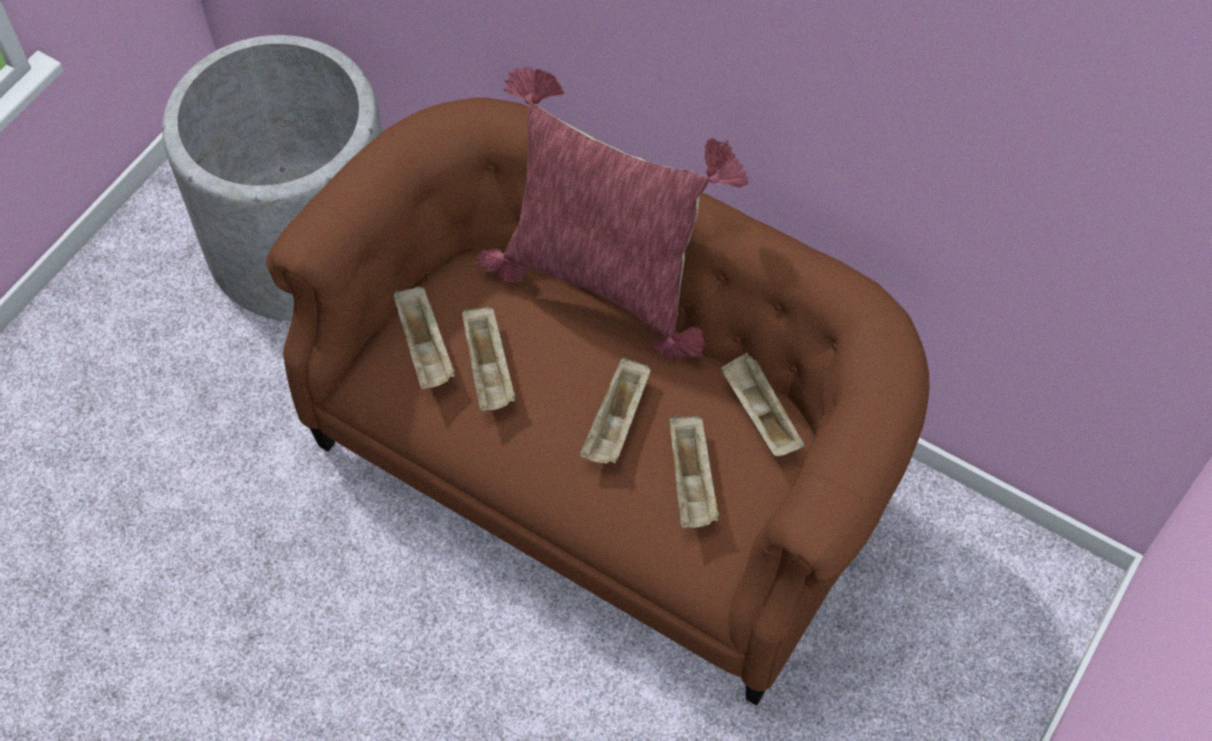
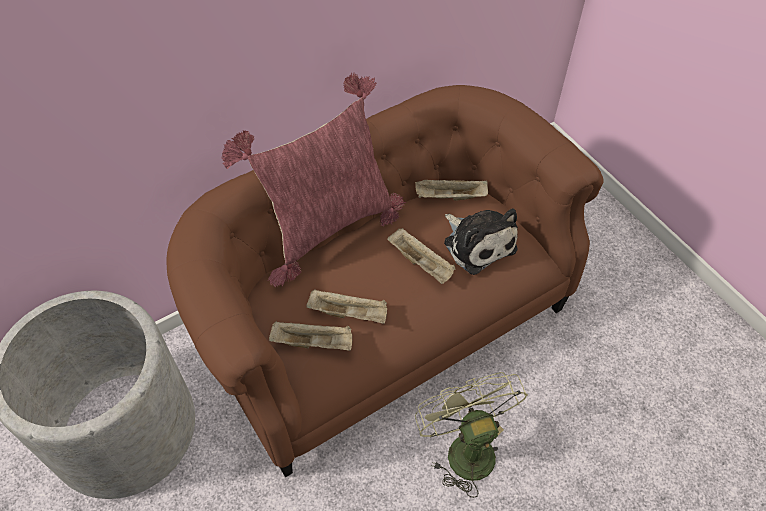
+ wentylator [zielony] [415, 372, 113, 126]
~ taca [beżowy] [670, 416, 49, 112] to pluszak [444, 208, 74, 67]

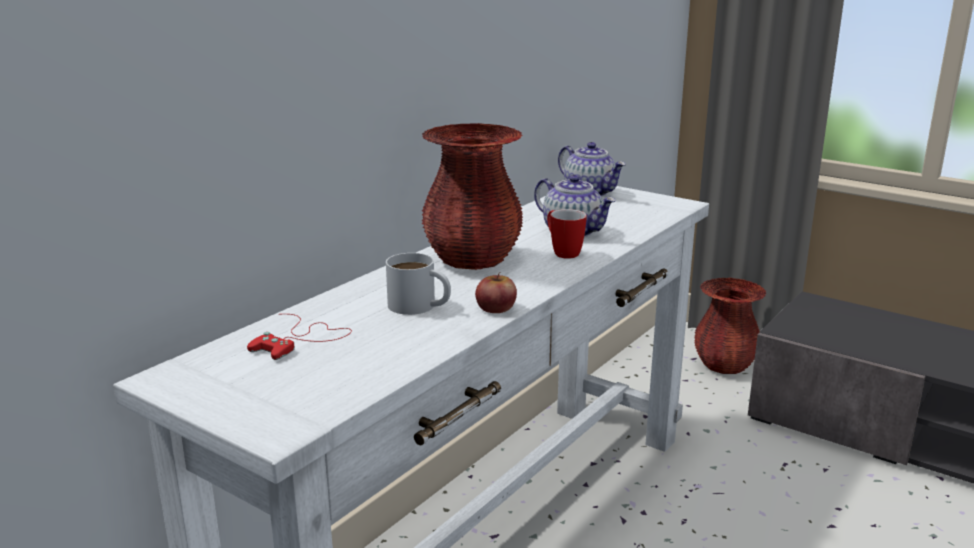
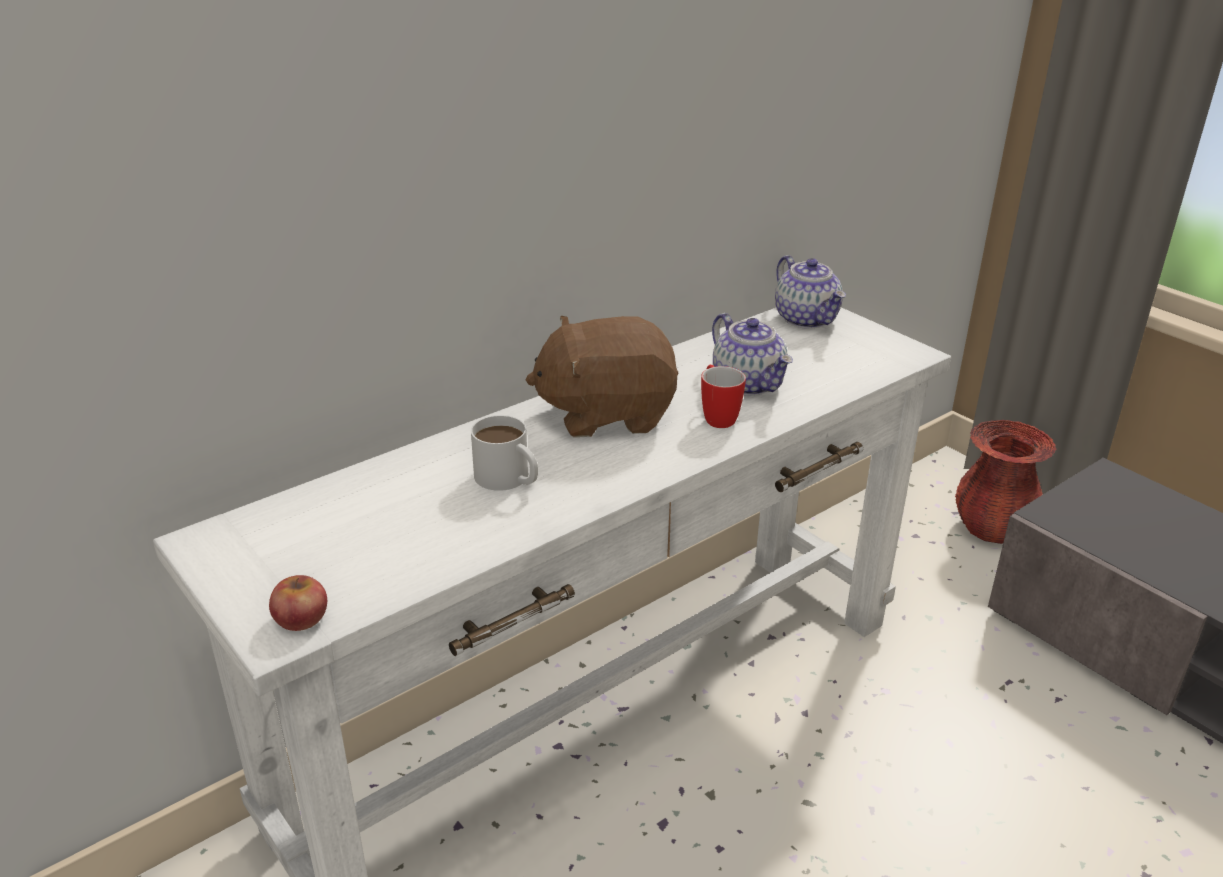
~ jabłko [475, 272, 42, 41] to [269, 575, 58, 56]
~ wazon [czerwony] [422, 123, 101, 147] to pluszak [brązowy] [526, 316, 152, 121]
- pad do gier [czerwony] [247, 314, 105, 46]

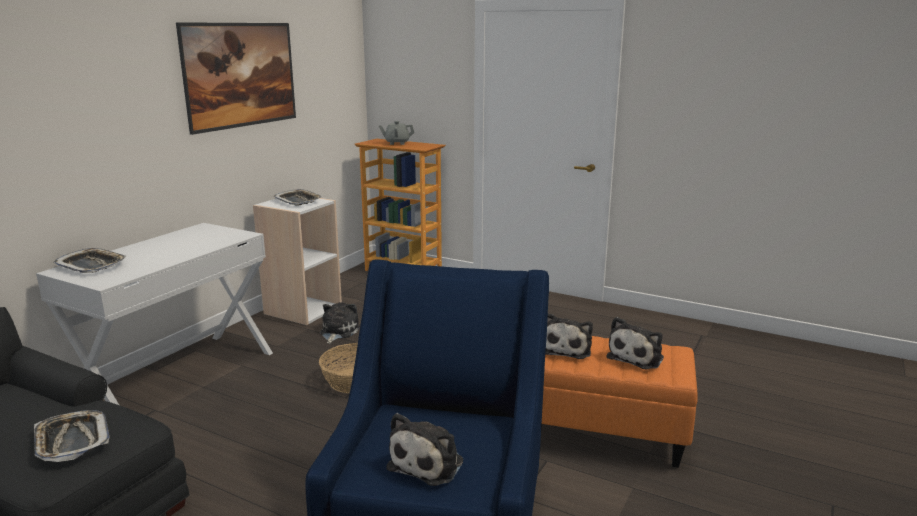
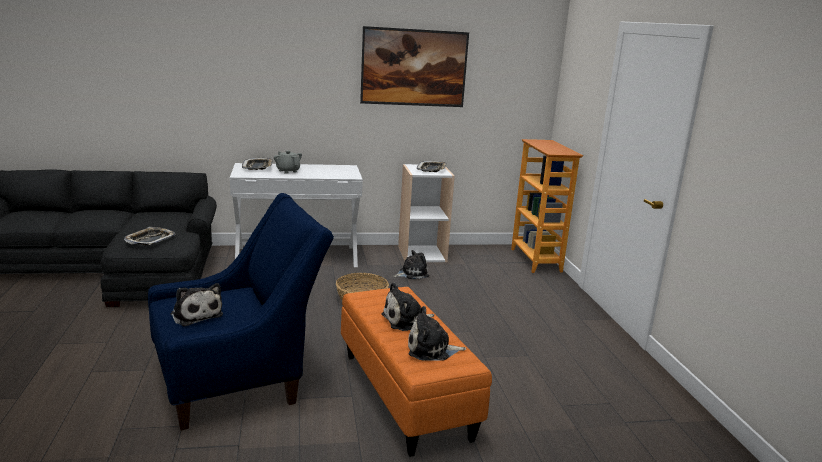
~ pluszak [386, 413, 77, 73] = [171, 283, 52, 43] 120 degrees counterclockwise
~ imbryk [szary] [379, 121, 36, 24] to [274, 150, 28, 24]

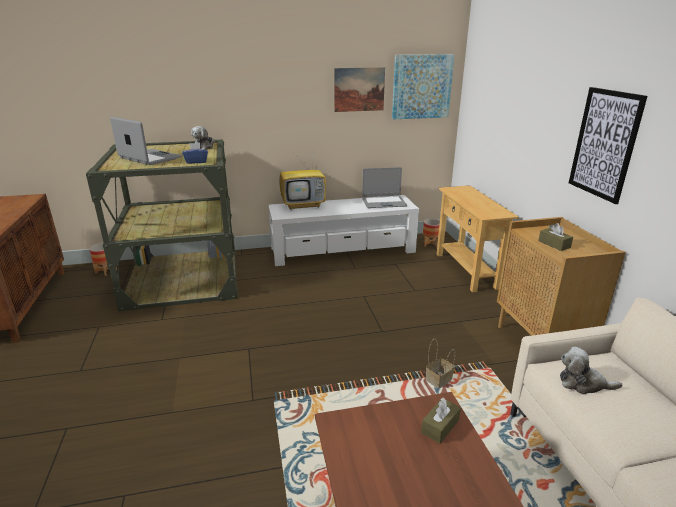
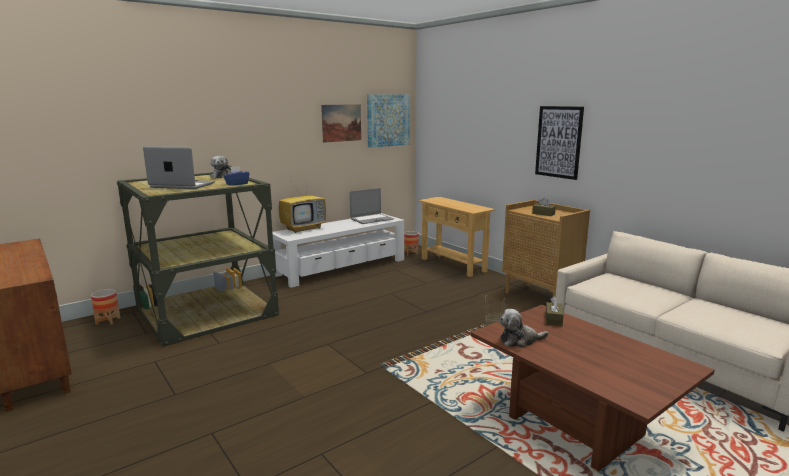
~ pluszak [560, 347, 62, 47] to [499, 309, 49, 39]

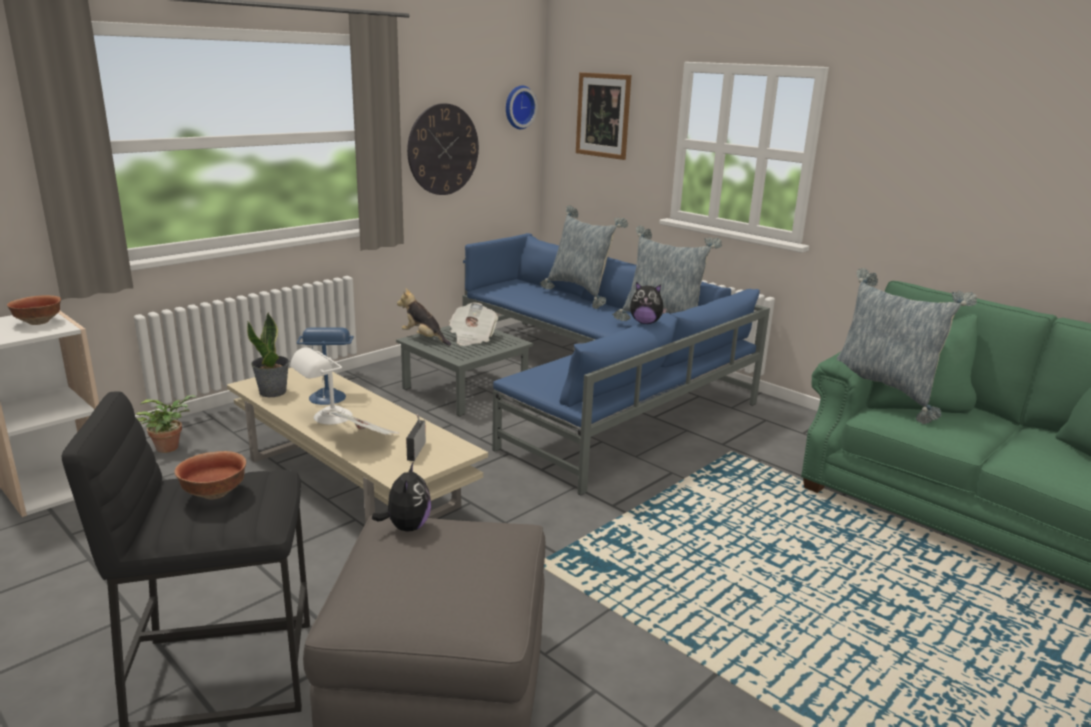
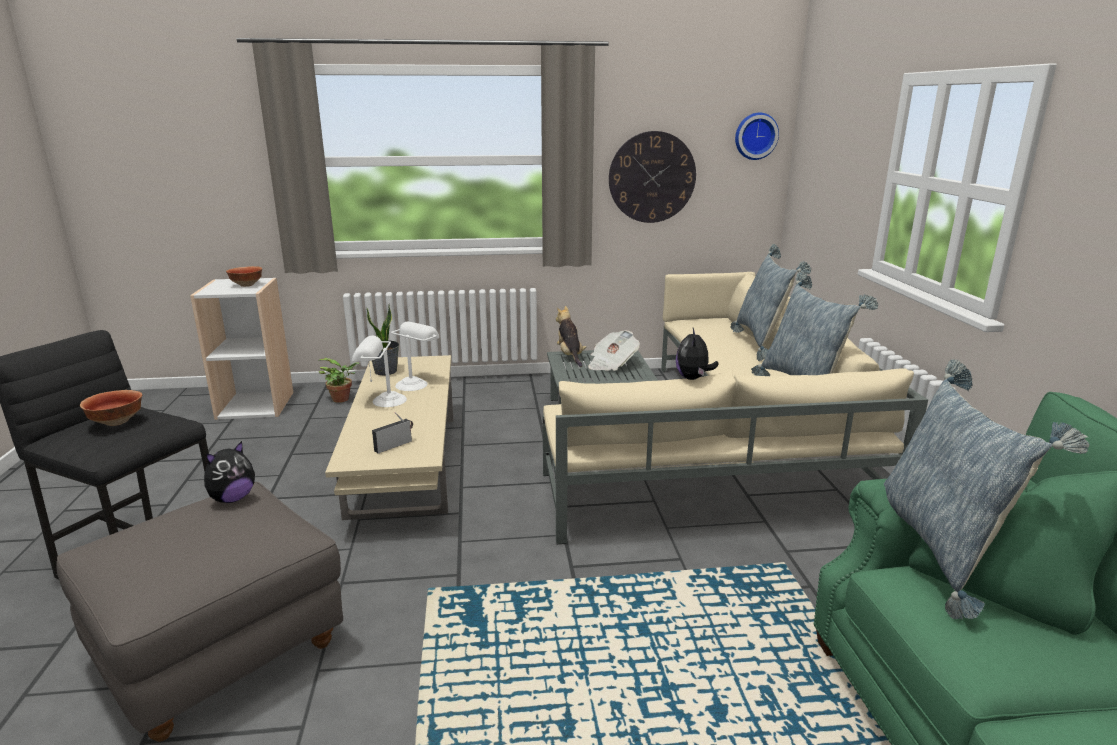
~ lampa stołowa [niebieski] [297, 327, 57, 78] to lampa stołowa [biały] [391, 322, 48, 69]
~ kanapa [niebieski] [396, 233, 374, 263] to kanapa [beżowy] [543, 272, 385, 272]
~ pluszak [630, 282, 37, 42] = [676, 328, 42, 52] 45 degrees clockwise
- gazeta [326, 410, 74, 25]
- obraz [576, 72, 55, 88]

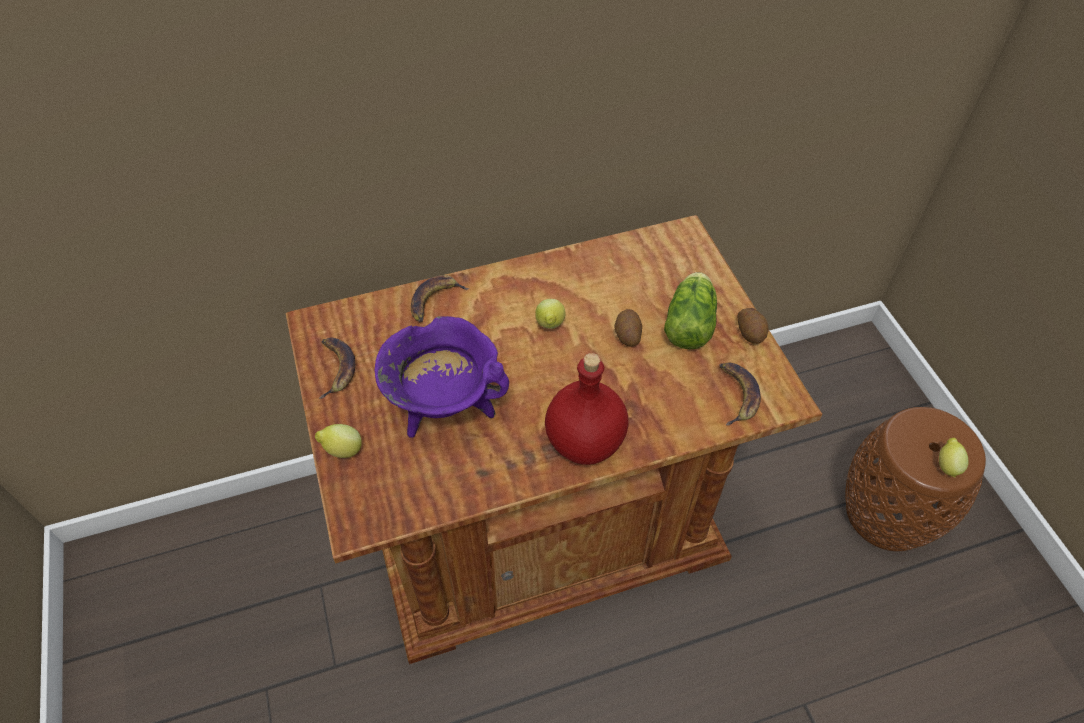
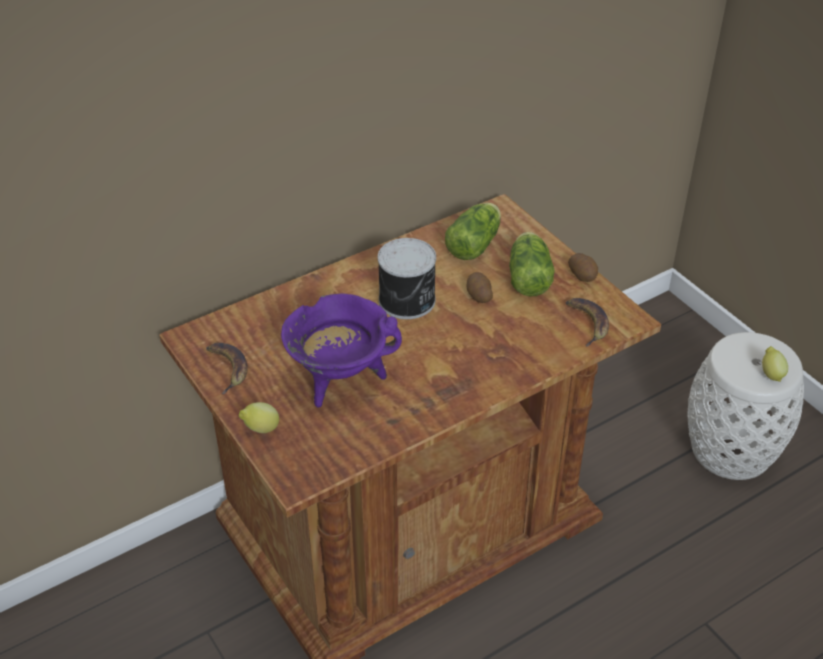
~ cytryna [535, 299, 31, 30] to puszka [378, 238, 58, 81]
+ sałata [445, 203, 56, 57]
~ stołek [brązowy] [845, 407, 141, 144] to stołek [biały] [688, 332, 116, 148]
- banan [411, 275, 58, 47]
- butelka [czerwony] [545, 353, 84, 112]

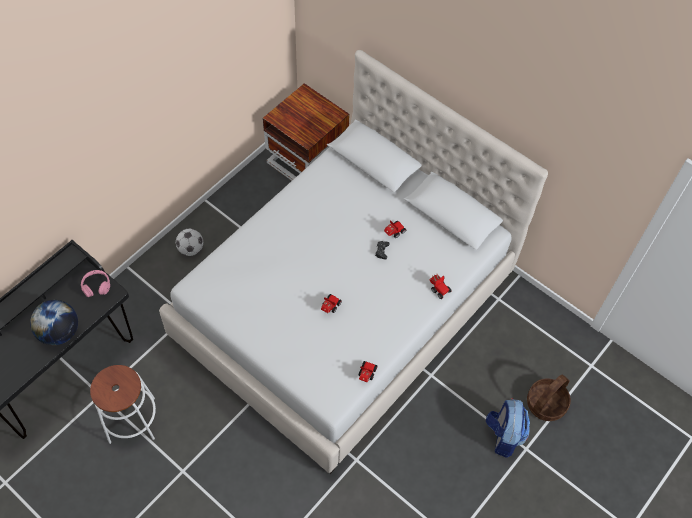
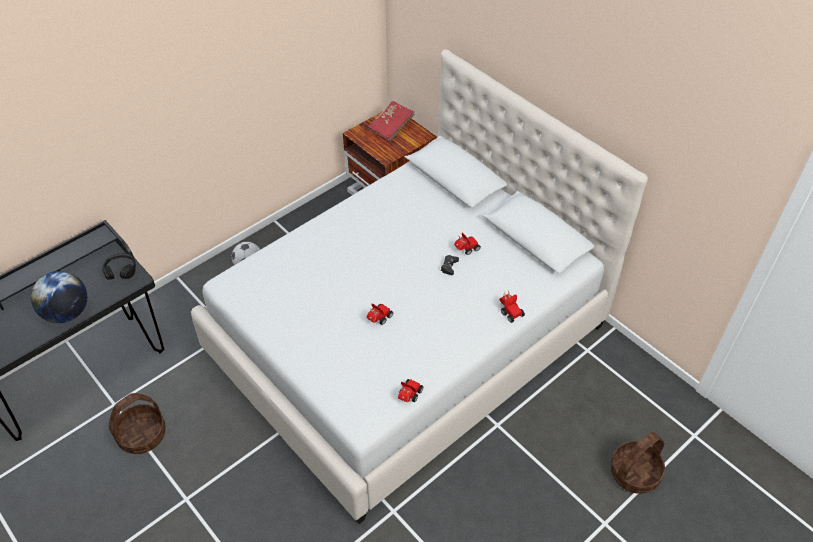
~ słuchawki [różowy] [81, 270, 29, 27] to słuchawki [czarny] [102, 253, 34, 27]
~ stołek [biały] [90, 365, 66, 79] to koszyk [109, 393, 57, 61]
+ książka [czerwony] [368, 101, 47, 40]
- plecak [486, 398, 44, 60]

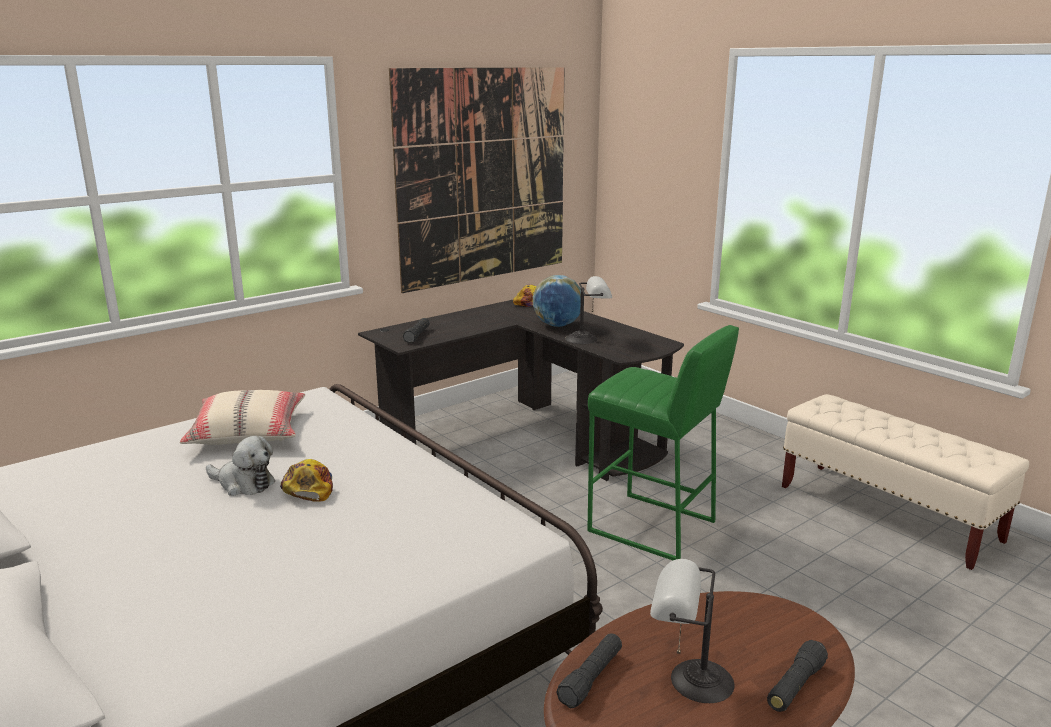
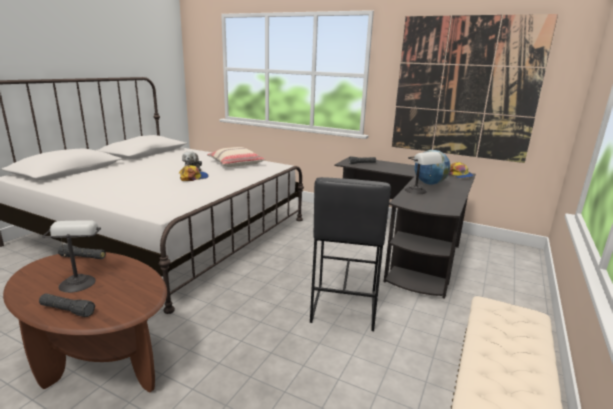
~ stołek [zielony] [587, 325, 152, 235] to stołek [szary] [310, 177, 81, 154]

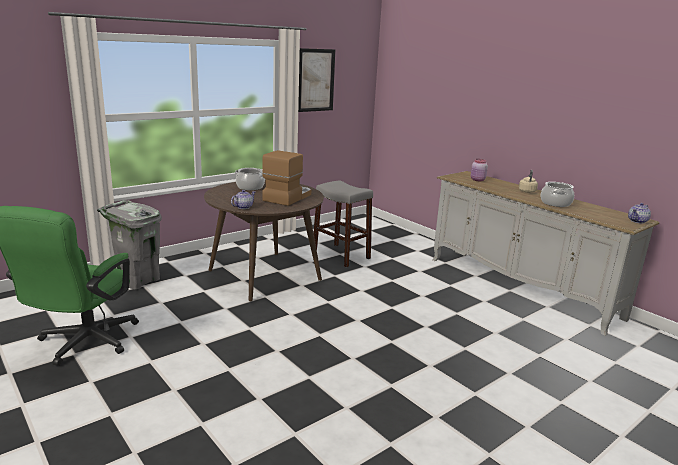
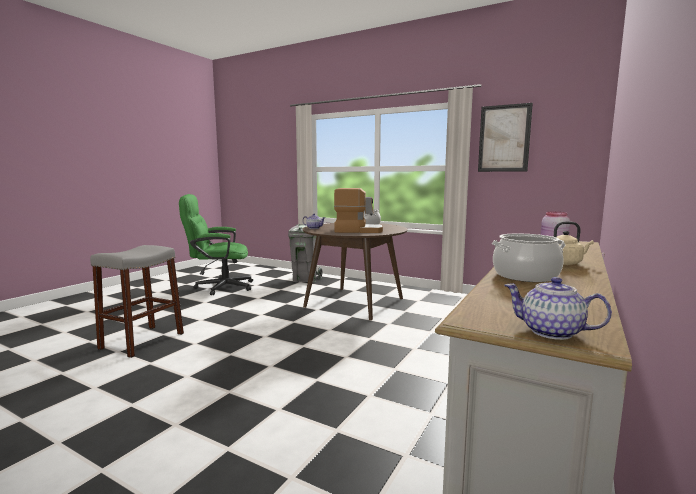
~ stołek [szary] [314, 181, 59, 87] to [90, 245, 94, 113]

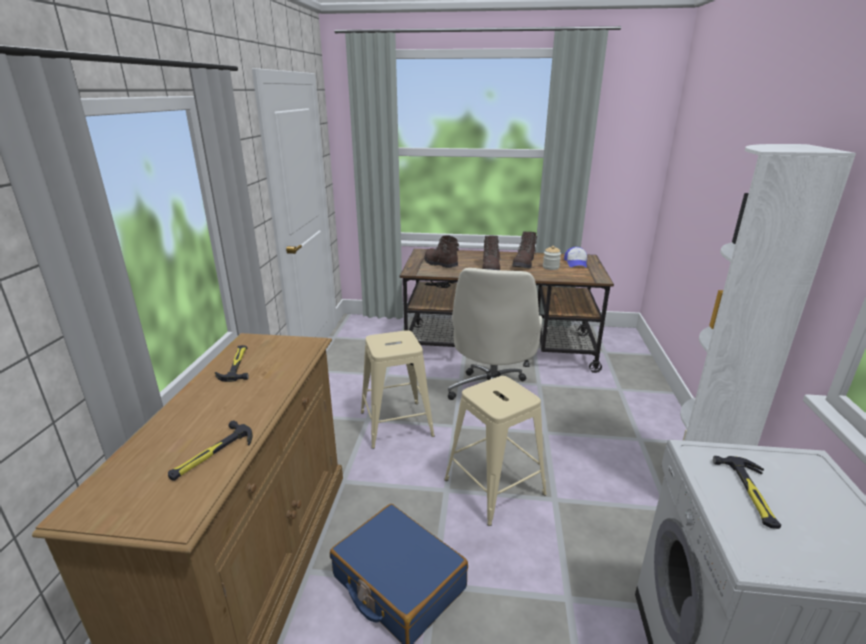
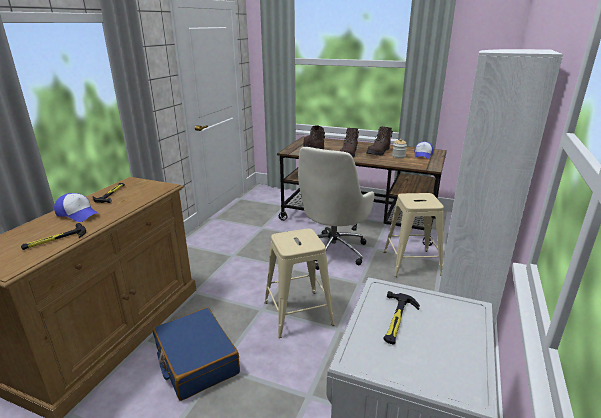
+ czapka z daszkiem [54, 193, 45, 29]
~ stołek [beżowy] [361, 330, 74, 119] to [384, 193, 60, 84]

